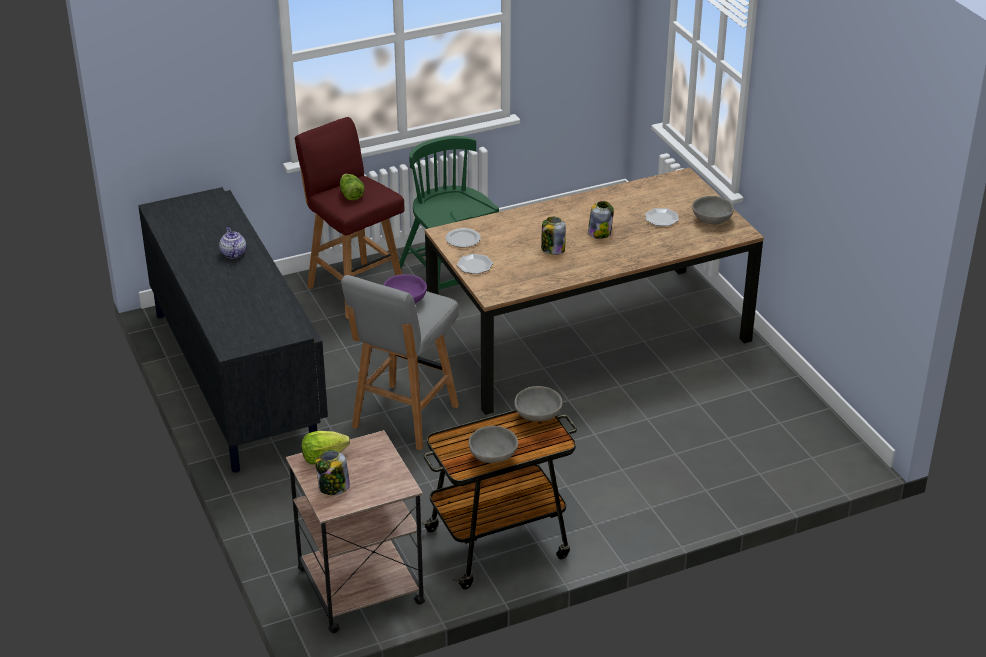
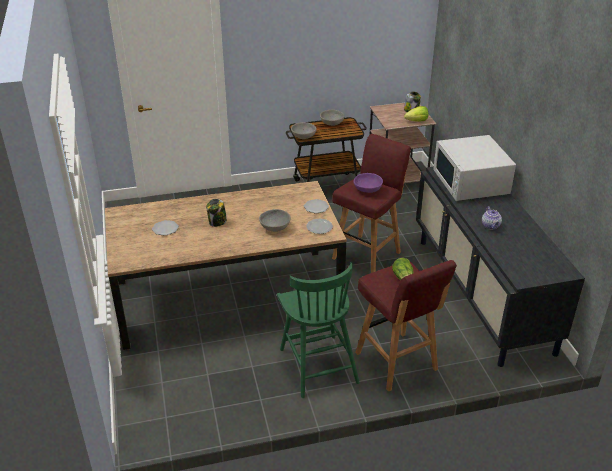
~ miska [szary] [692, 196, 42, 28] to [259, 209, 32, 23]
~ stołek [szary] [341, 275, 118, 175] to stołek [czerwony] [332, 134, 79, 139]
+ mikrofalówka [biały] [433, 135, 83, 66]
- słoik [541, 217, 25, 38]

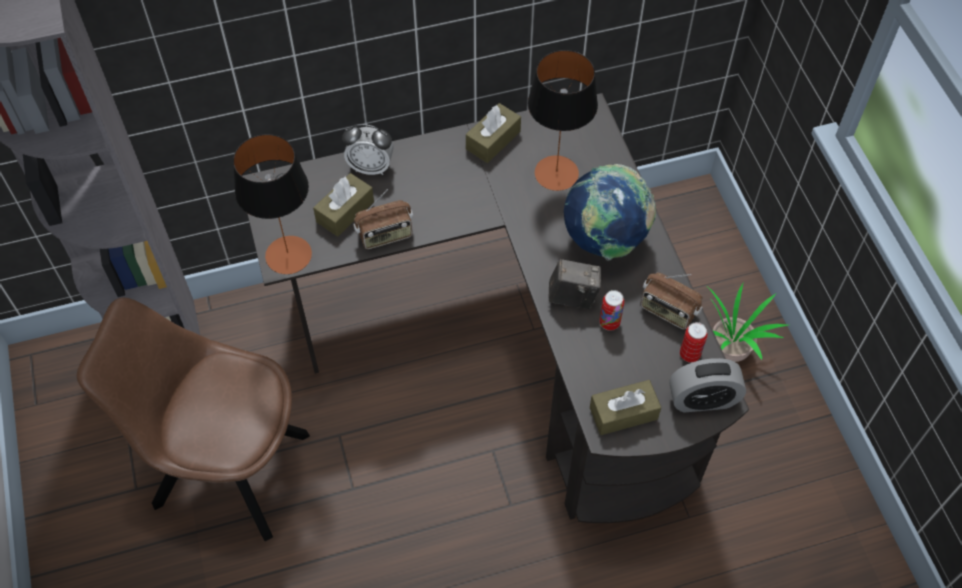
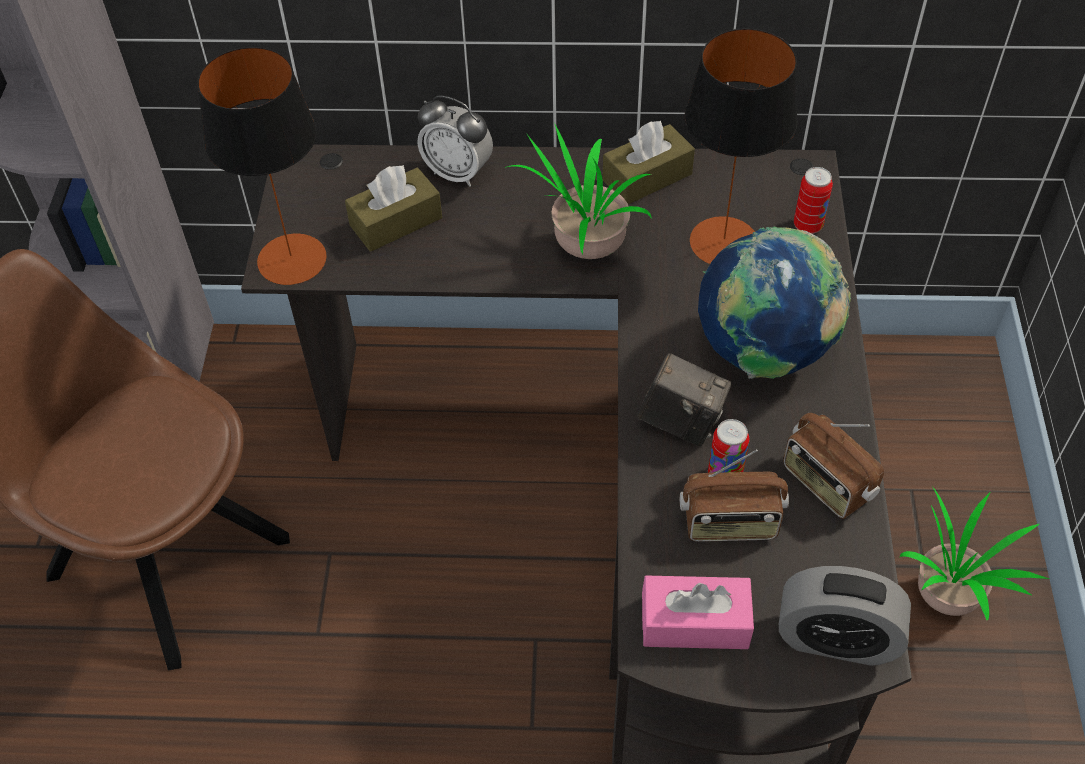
+ roślina doniczkowa [505, 125, 146, 134]
~ pudełko chusteczek [brązowy] [590, 380, 71, 55] to pudełko chusteczek [różowy] [642, 576, 112, 73]
~ radio [353, 189, 60, 60] to [680, 449, 109, 92]
~ puszka [680, 322, 28, 41] to [794, 167, 39, 67]

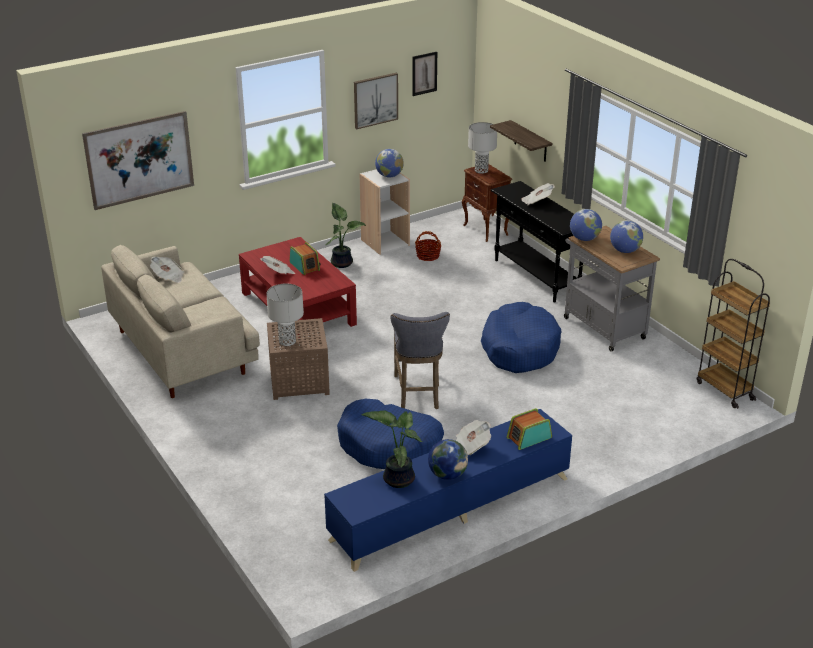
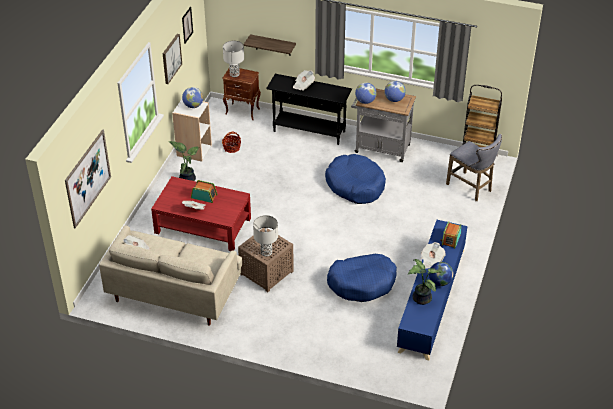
~ stołek [szary] [390, 312, 60, 97] to [446, 134, 56, 67]

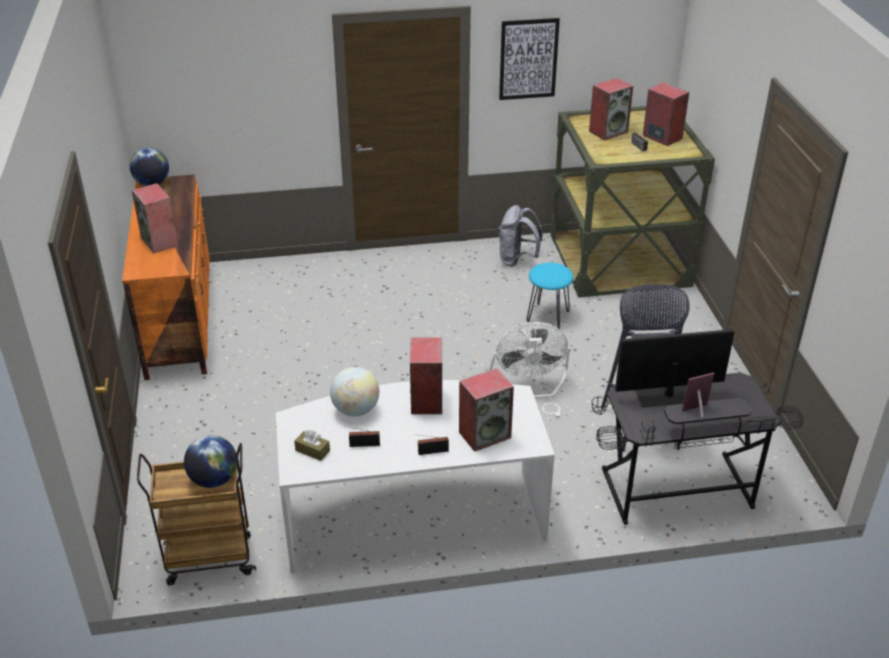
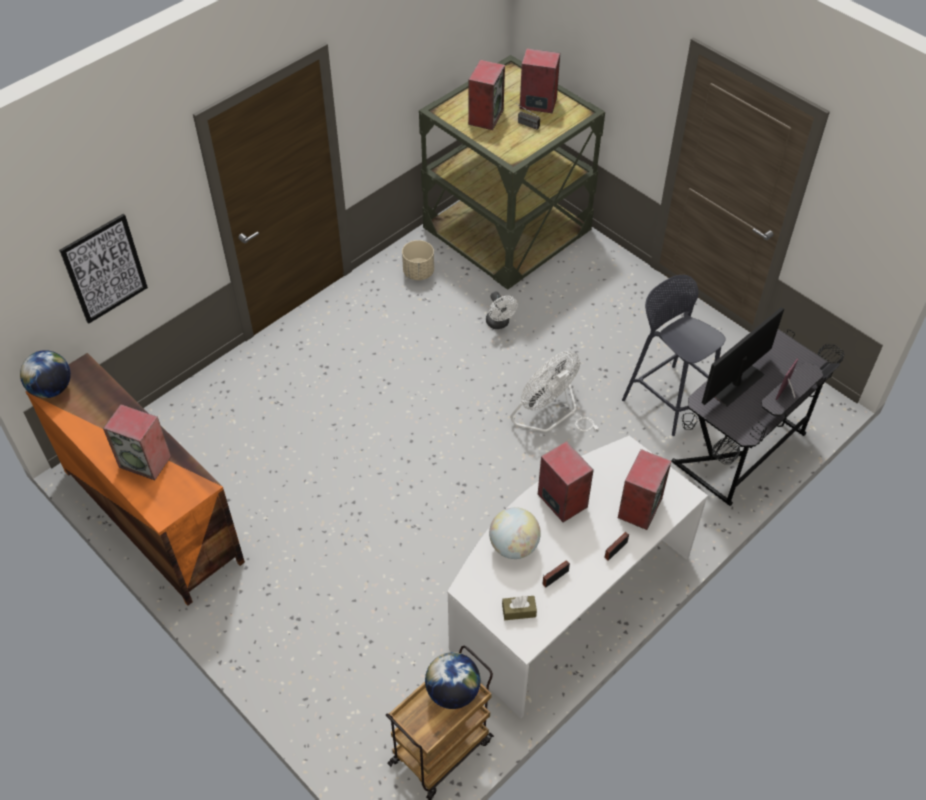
~ obraz [499, 18, 61, 82] to [59, 214, 89, 110]
~ plecak [szary] [499, 205, 44, 62] to donica [beżowy] [402, 240, 32, 40]
~ stołek [turkusowy] [527, 263, 46, 66] to wentylator [biały] [486, 291, 32, 38]

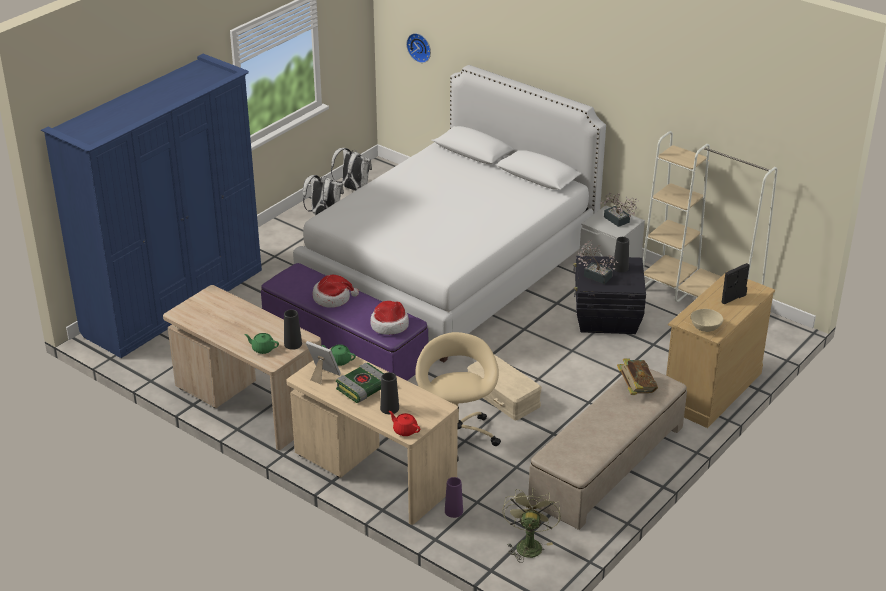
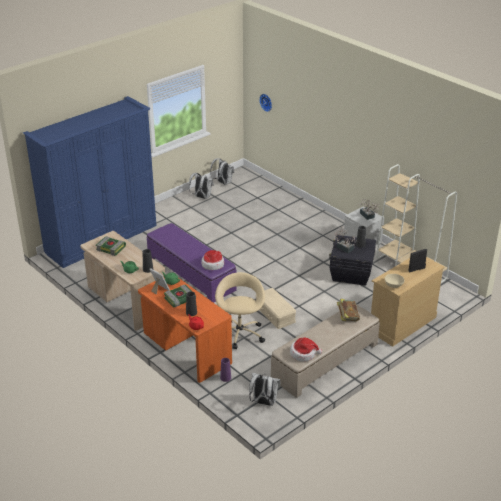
+ książka [96, 237, 30, 19]
~ biurko [beżowy] [287, 347, 171, 178] to biurko [pomarańczowy] [138, 278, 94, 105]
~ wentylator [zielony] [502, 488, 59, 75] to plecak [biały] [249, 373, 32, 33]
~ kapelusz [313, 275, 46, 33] to [290, 337, 32, 25]
- łóżko [biały] [293, 65, 313, 297]

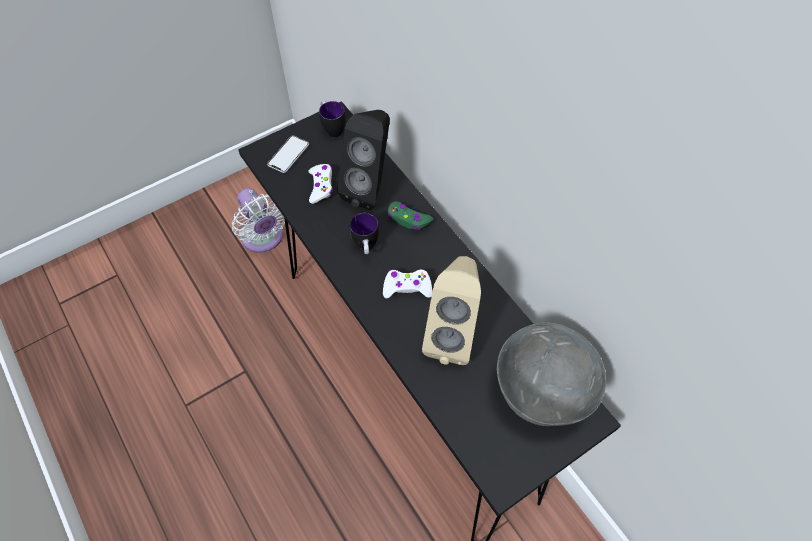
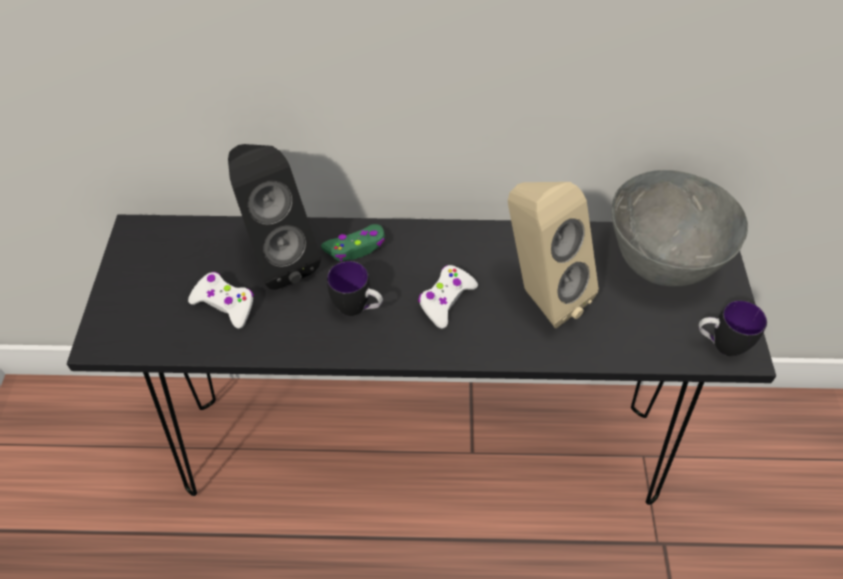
~ kubek [319, 101, 27, 36] to [699, 300, 68, 57]
- wentylator [biały] [232, 188, 53, 65]
- telefon [267, 136, 42, 37]

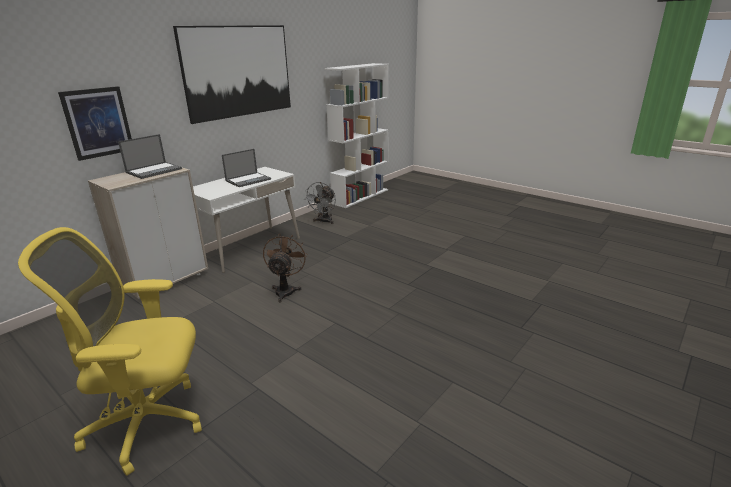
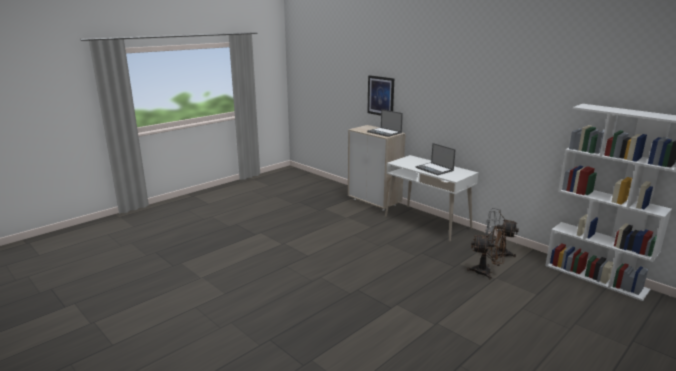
~ wentylator [brązowy] [263, 233, 44, 70] to [467, 226, 40, 53]
- krzesło biurowe [żółty] [18, 227, 184, 249]
- obraz [173, 25, 118, 99]

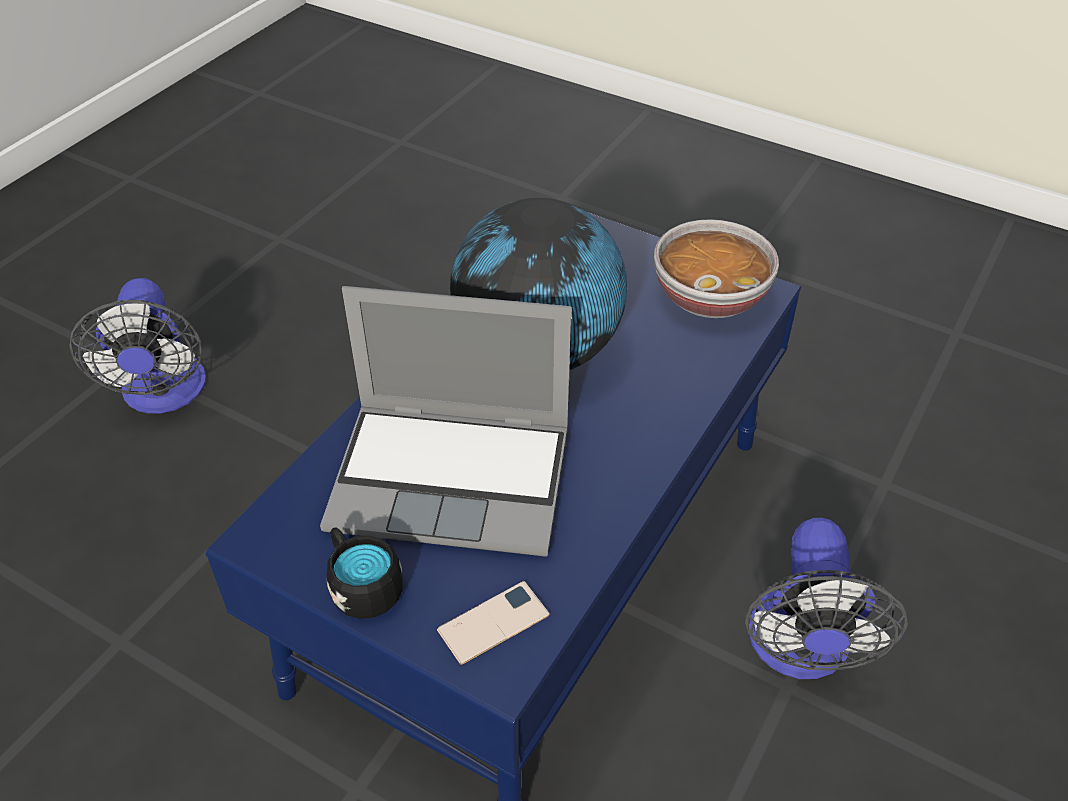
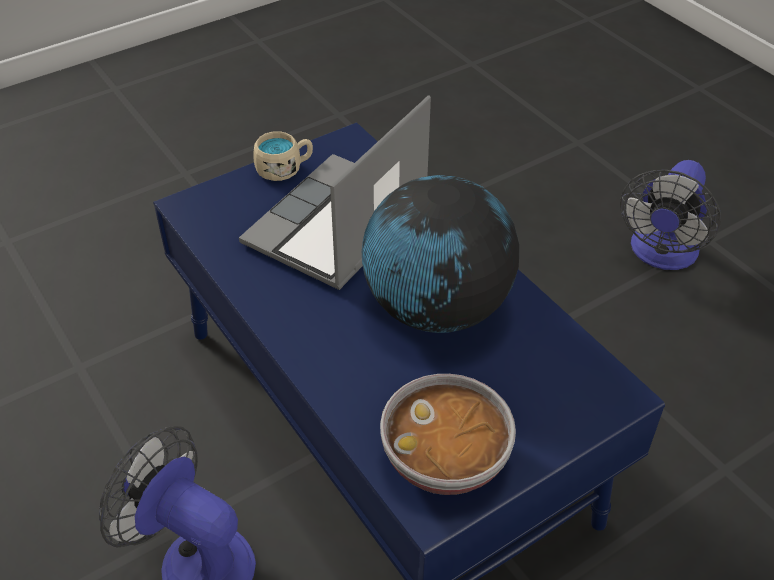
~ kubek [czarny] [326, 527, 77, 92] to kubek [beżowy] [253, 131, 60, 50]
~ wentylator [69, 278, 137, 135] = [620, 160, 101, 110] 75 degrees counterclockwise
- telefon [437, 581, 113, 84]

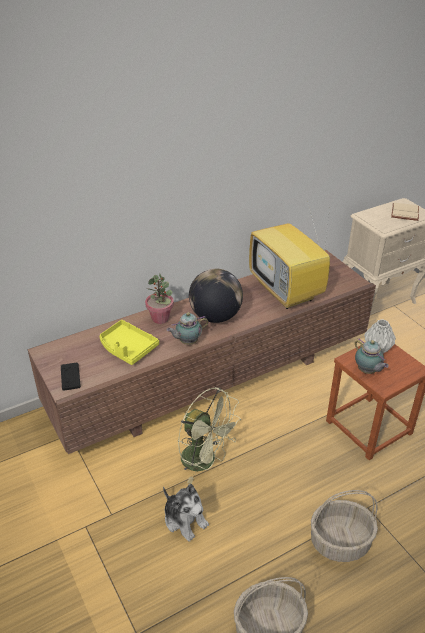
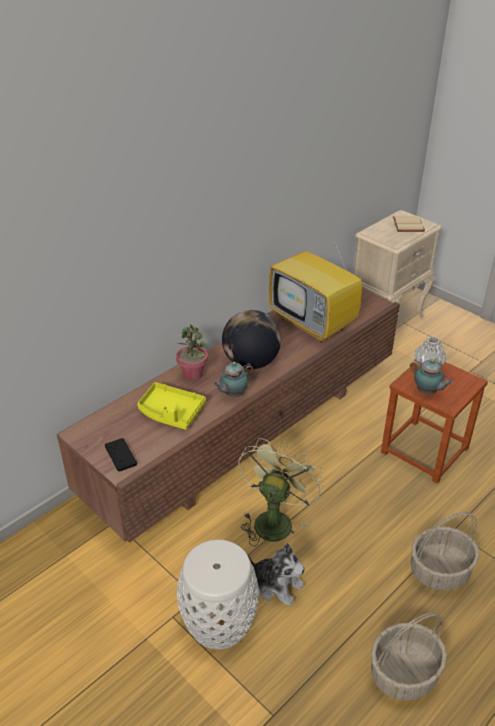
+ stołek [biały] [177, 539, 82, 111]
~ wentylator [zielony] [178, 387, 63, 97] = [238, 438, 85, 109] 90 degrees counterclockwise

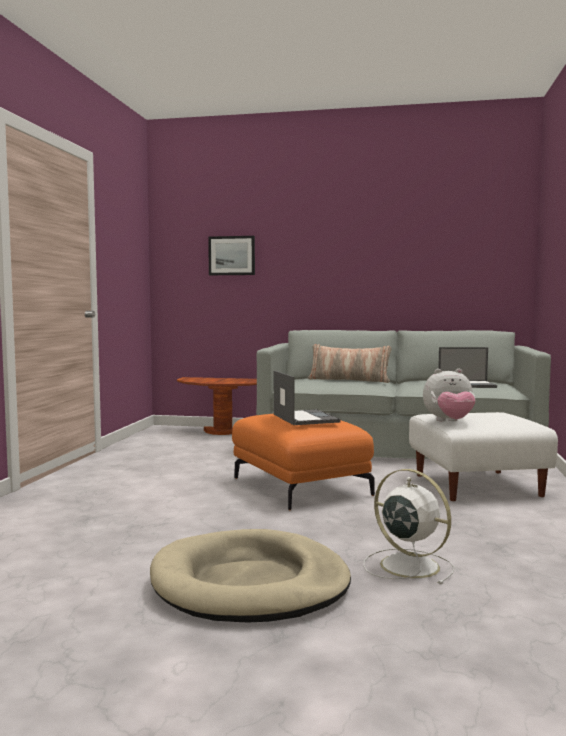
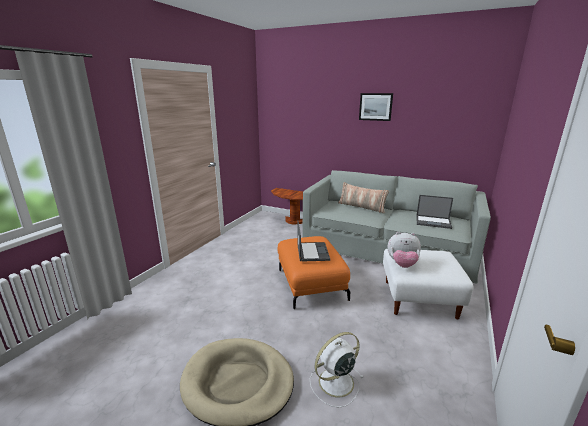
~ wentylator [biały] [363, 469, 92, 115] = [310, 332, 54, 76] 90 degrees counterclockwise
~ obraz [208, 236, 47, 39] to [359, 93, 34, 28]

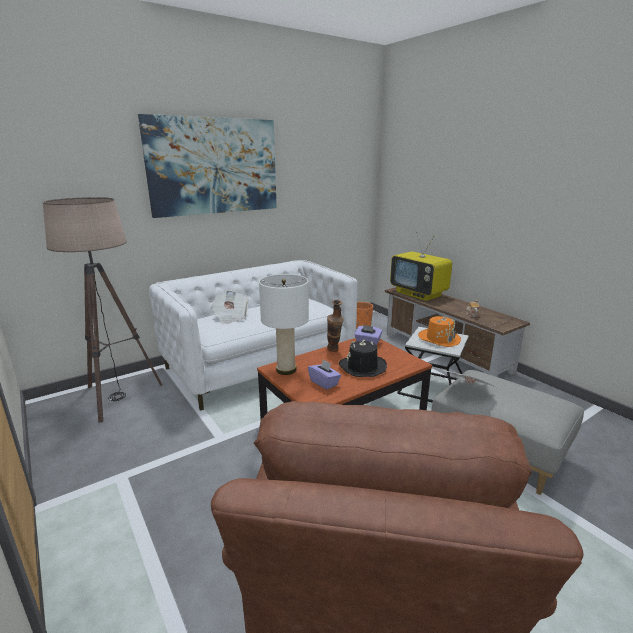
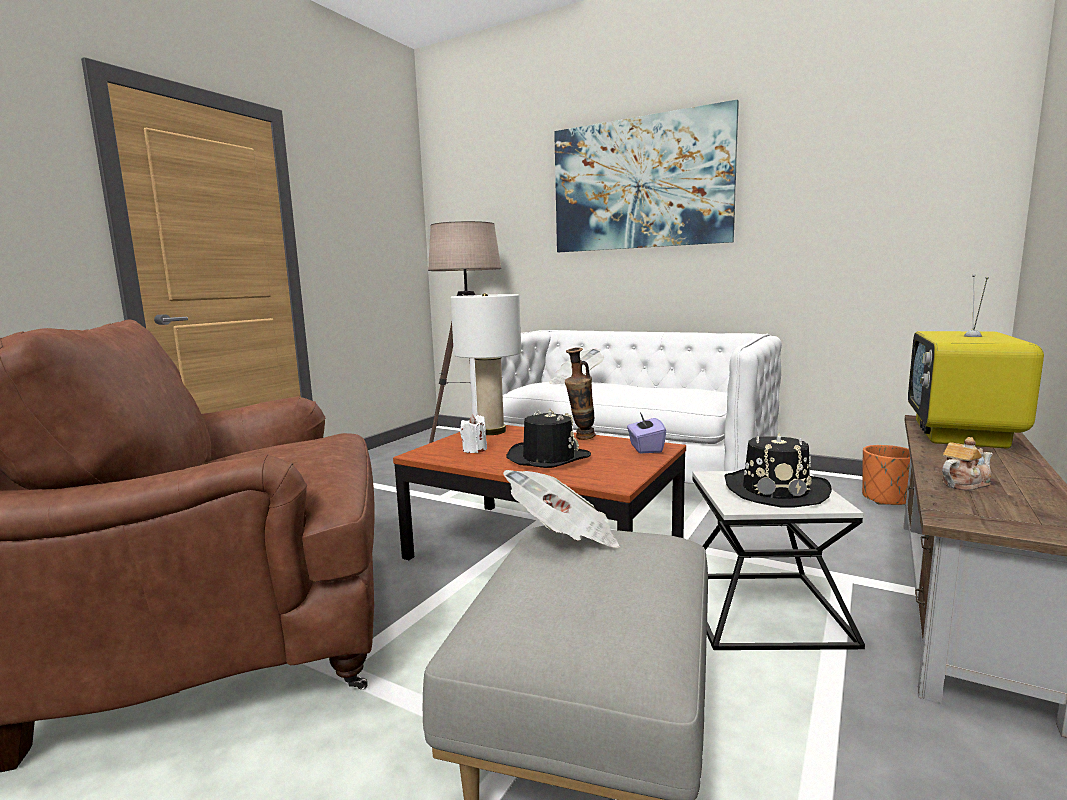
~ pudełko chusteczek [fioletowy] [308, 359, 33, 31] to świeca [biały] [460, 415, 27, 38]
~ kapelusz [pomarańczowy] [418, 316, 43, 31] to kapelusz [czarny] [724, 432, 108, 76]

